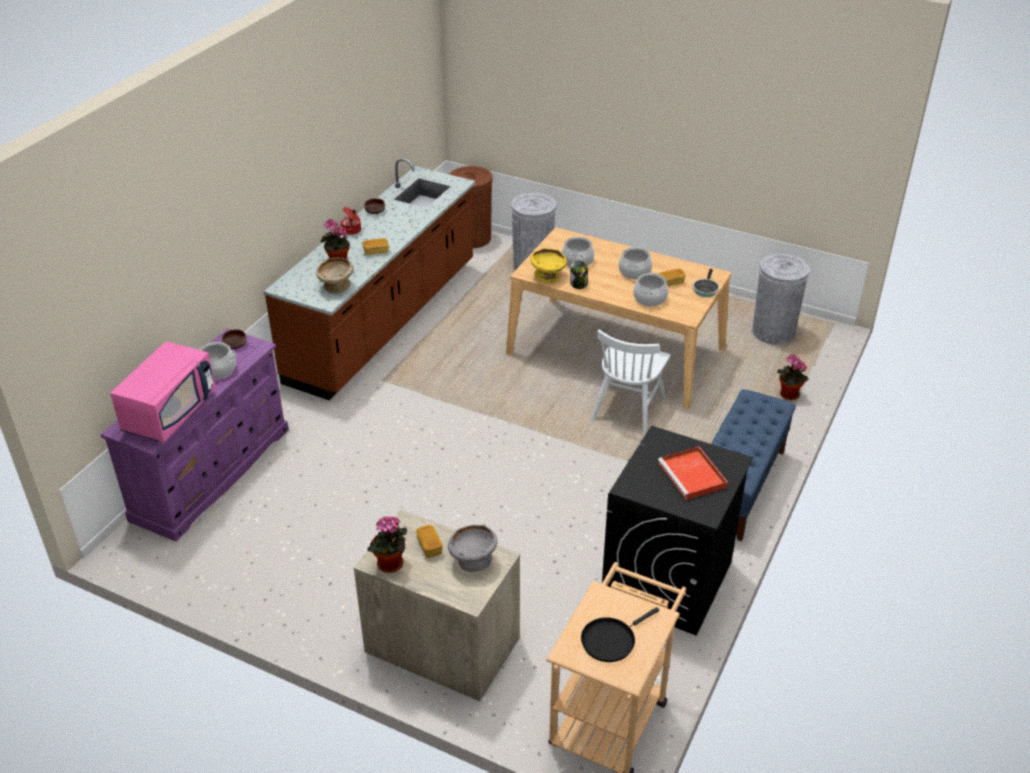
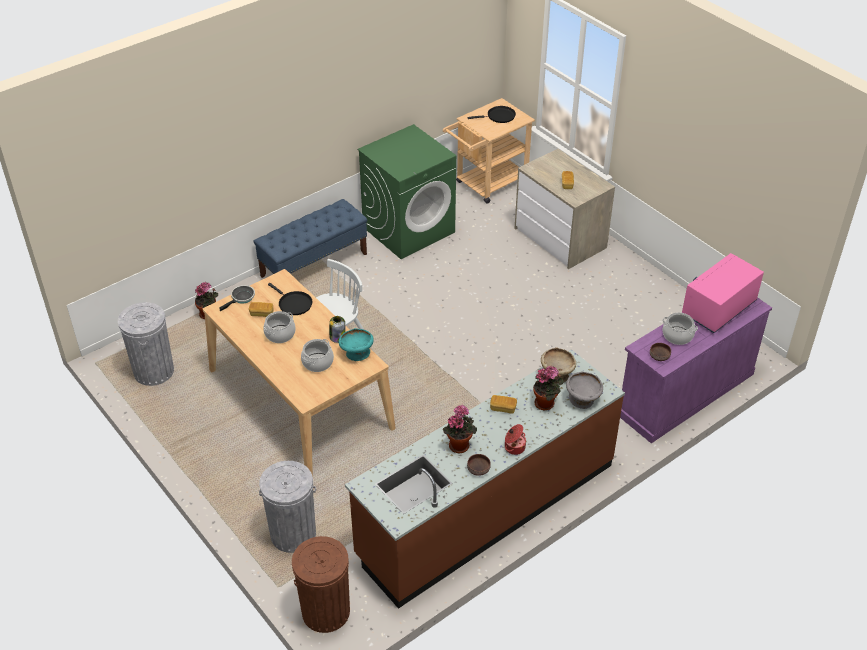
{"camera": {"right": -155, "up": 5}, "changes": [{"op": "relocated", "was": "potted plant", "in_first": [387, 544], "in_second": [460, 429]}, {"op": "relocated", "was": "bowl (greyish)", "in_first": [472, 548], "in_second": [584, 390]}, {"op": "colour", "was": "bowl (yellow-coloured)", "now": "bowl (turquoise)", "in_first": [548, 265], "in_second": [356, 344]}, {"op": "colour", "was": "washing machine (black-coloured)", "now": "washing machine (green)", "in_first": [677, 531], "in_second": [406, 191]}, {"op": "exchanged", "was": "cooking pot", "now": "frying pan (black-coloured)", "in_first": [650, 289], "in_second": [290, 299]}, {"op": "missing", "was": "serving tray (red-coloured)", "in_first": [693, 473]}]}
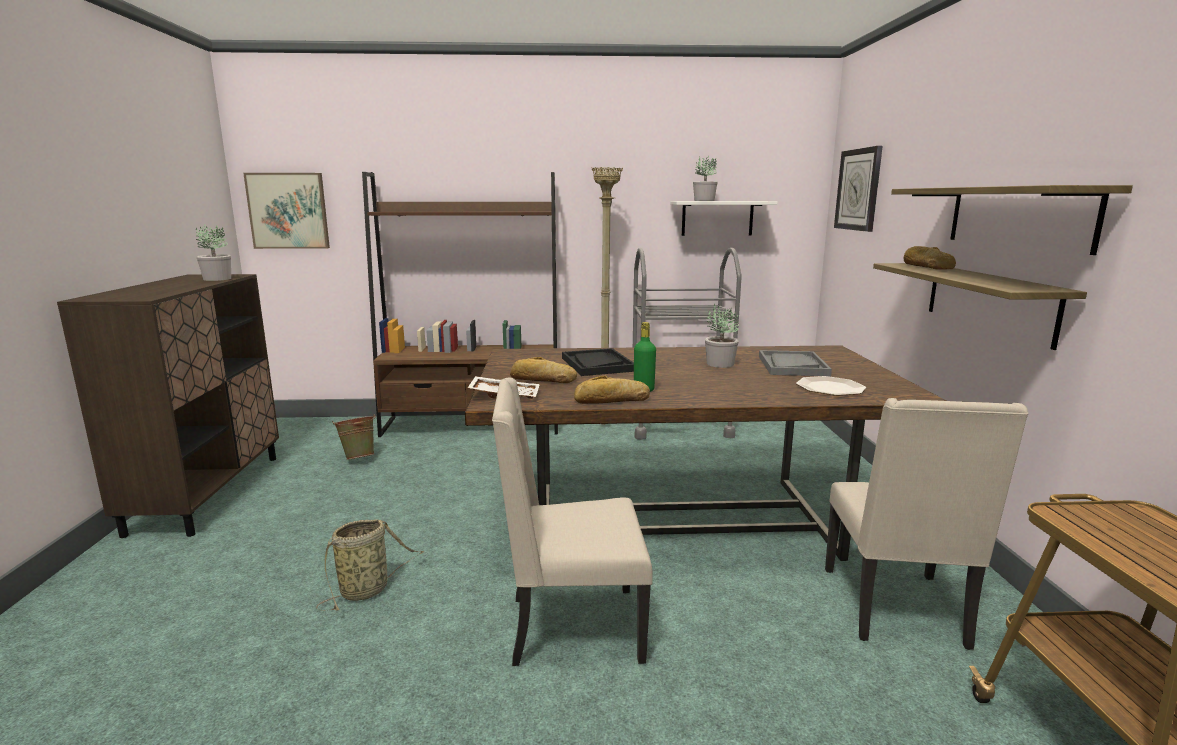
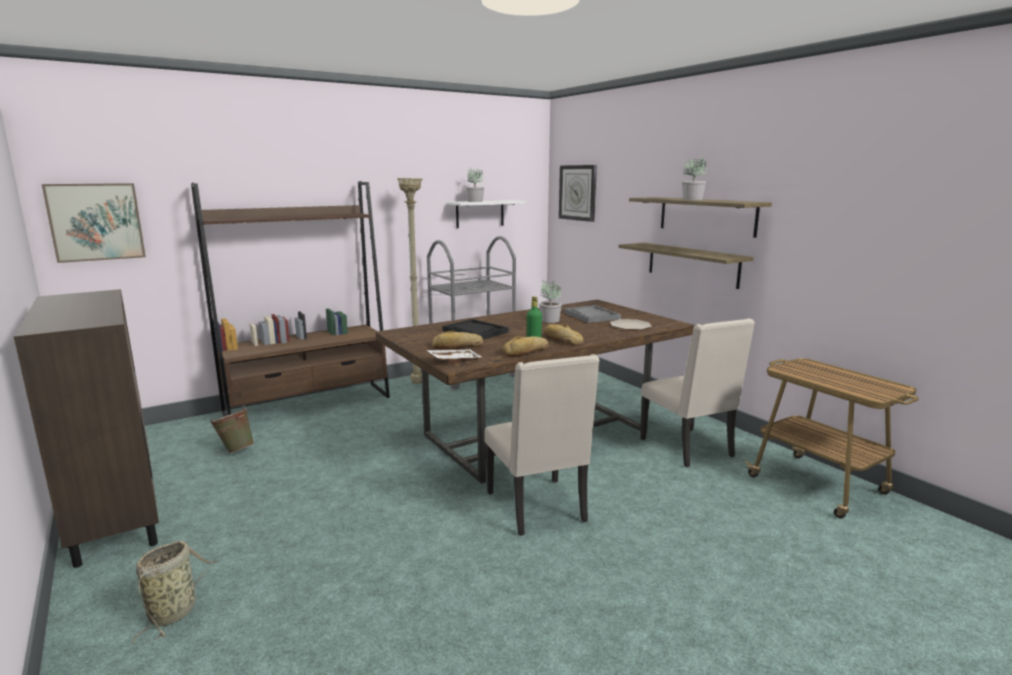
{"camera": {"right": -30, "up": 0}, "changes": [{"op": "relocated", "was": "potted plant", "in_first": [213, 253], "in_second": [694, 178]}, {"op": "relocated", "was": "storage basket", "in_first": [370, 565], "in_second": [175, 592]}, {"op": "spun", "was": "upright chair (sand-coloured)", "in_first": [572, 522], "in_second": [542, 445], "clockwise": -75}, {"op": "relocated", "was": "bakery bread", "in_first": [930, 258], "in_second": [564, 335]}]}
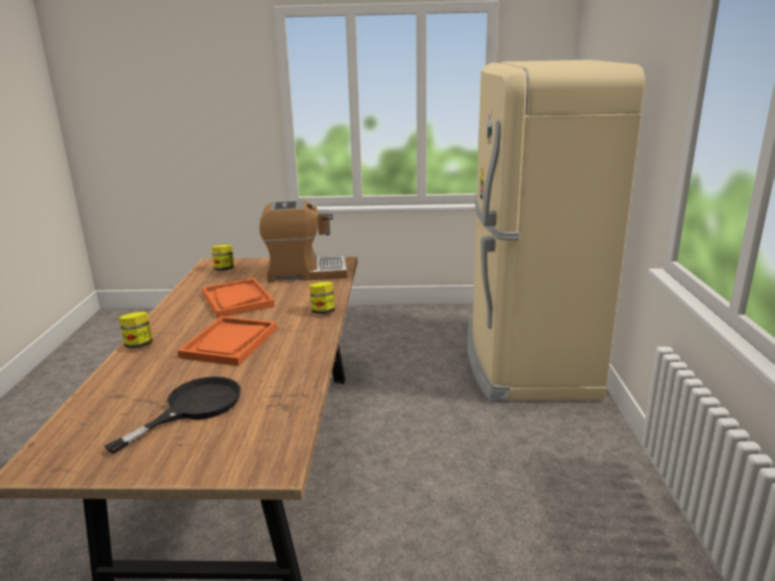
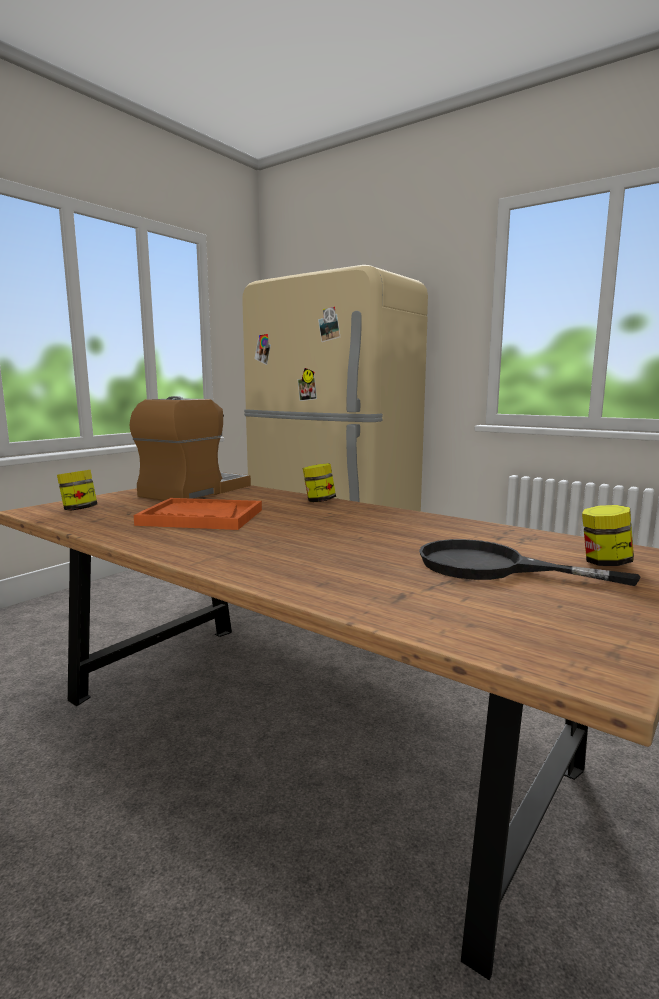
{"camera": {"right": -55, "up": -10}, "changes": [{"op": "spun", "was": "frying pan (black-coloured)", "in_first": [172, 415], "in_second": [530, 562], "clockwise": -45}, {"op": "relocated", "was": "jar", "in_first": [136, 330], "in_second": [608, 535]}, {"op": "missing", "was": "serving tray (orangey)", "in_first": [227, 341]}]}
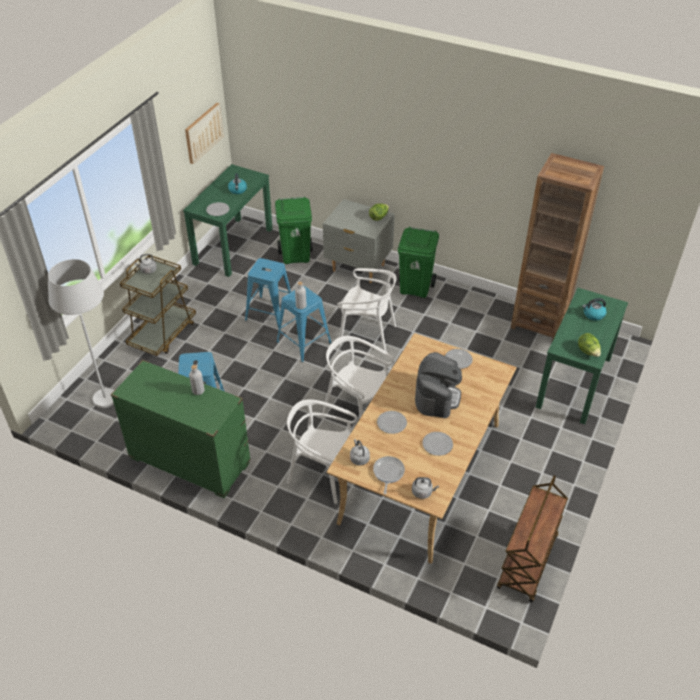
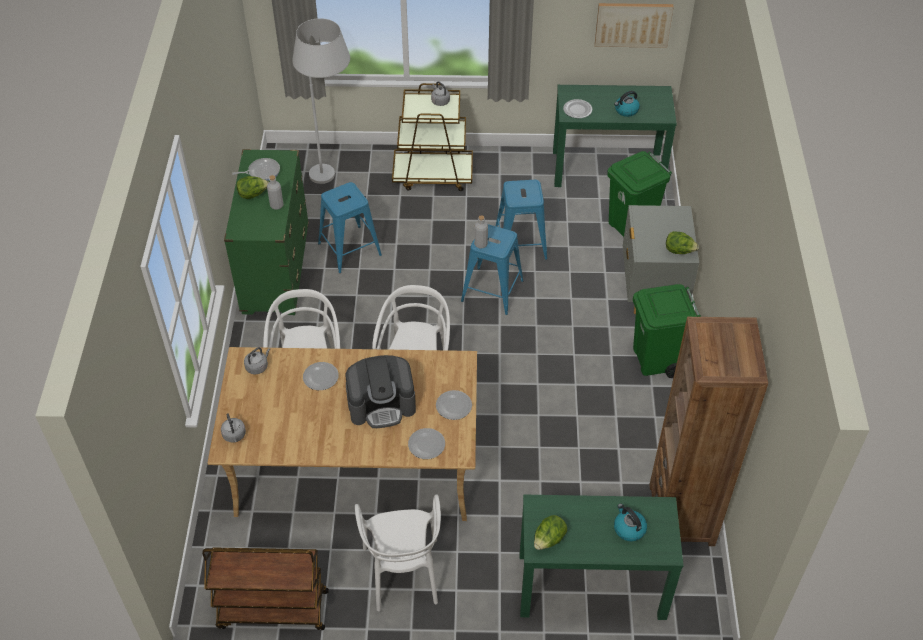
{"camera": {"right": 65, "up": 5}, "changes": [{"op": "relocated", "was": "upright chair (white)", "in_first": [366, 309], "in_second": [398, 553]}, {"op": "relocated", "was": "frying pan", "in_first": [389, 475], "in_second": [256, 169]}, {"op": "relocated", "was": "plate", "in_first": [438, 444], "in_second": [426, 443]}, {"op": "appeared", "now": "head of lettuce", "in_second": [252, 187]}]}
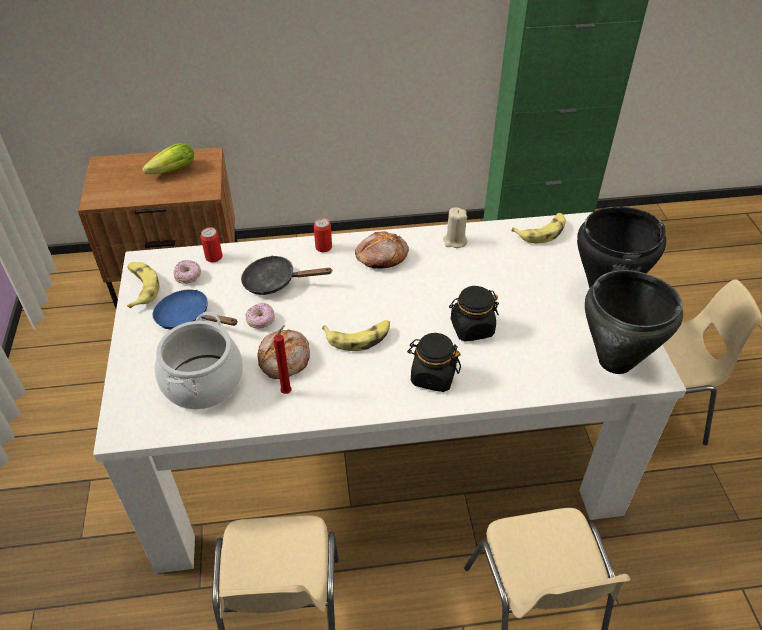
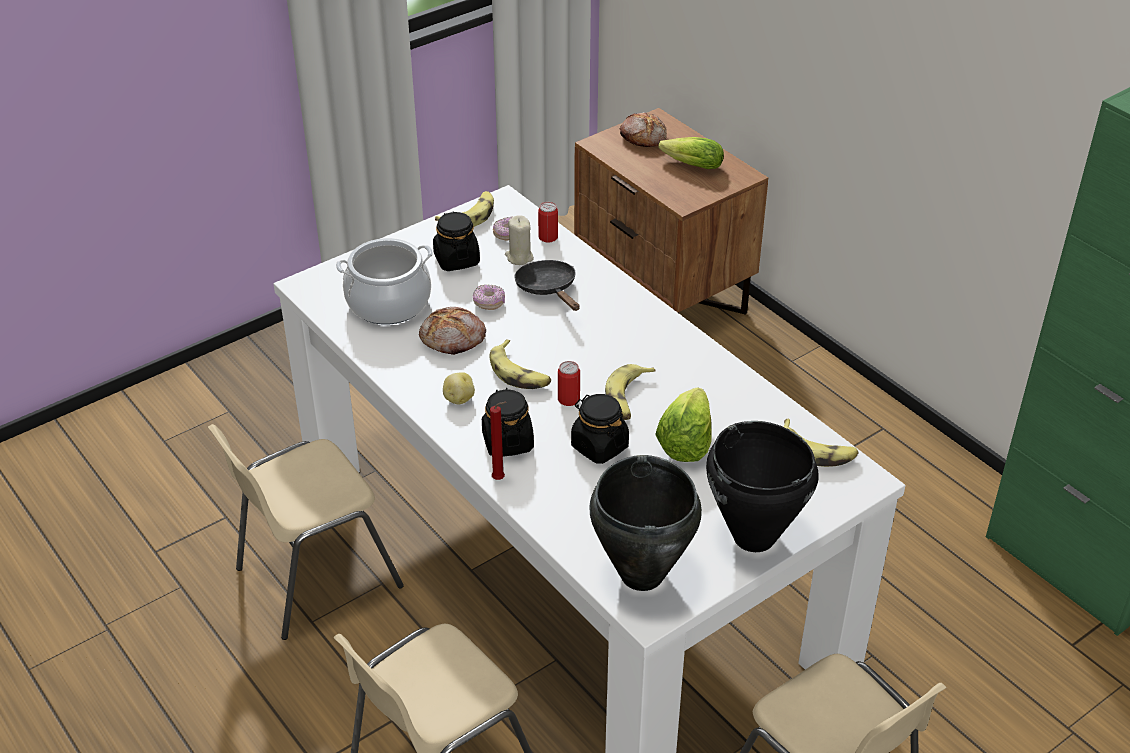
{"camera": {"right": 60, "up": -5}, "changes": [{"op": "exchanged", "was": "frying pan (blue-coloured)", "now": "jar (black-coloured)", "in_first": [195, 310], "in_second": [456, 241]}, {"op": "relocated", "was": "wax candle (red-coloured)", "in_first": [283, 359], "in_second": [498, 441]}, {"op": "relocated", "was": "sealed can", "in_first": [323, 235], "in_second": [569, 383]}, {"op": "relocated", "was": "bakery bread", "in_first": [382, 249], "in_second": [643, 129]}, {"op": "relocated", "was": "wax candle (sand-coloured)", "in_first": [455, 227], "in_second": [519, 240]}, {"op": "appeared", "now": "spud", "in_second": [459, 388]}, {"op": "appeared", "now": "whole banana", "in_second": [630, 392]}, {"op": "appeared", "now": "head of lettuce", "in_second": [683, 424]}]}
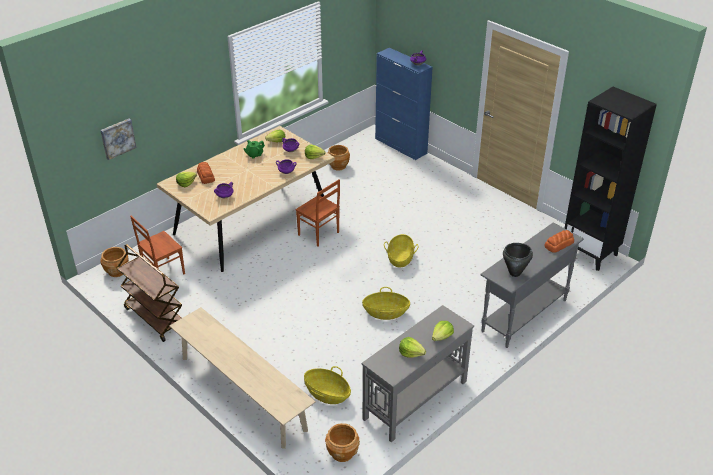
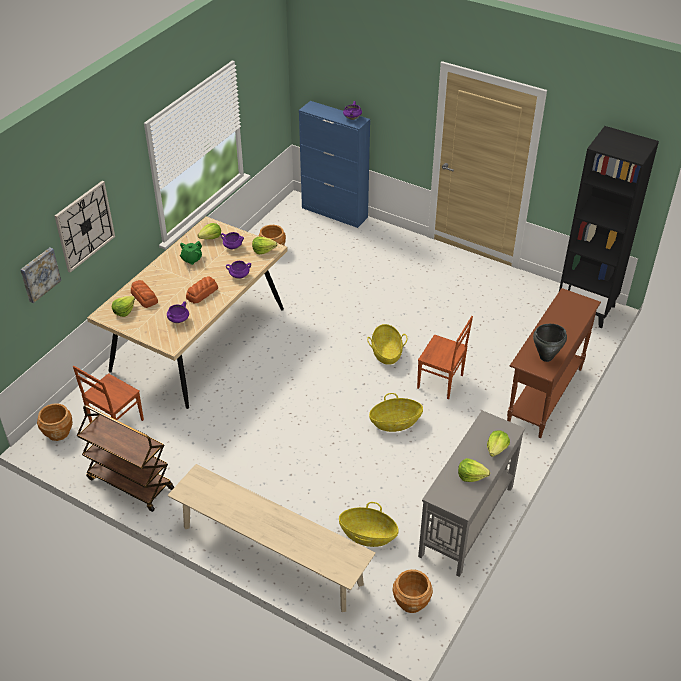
{"camera": {"right": -15, "up": 5}, "changes": [{"op": "relocated", "was": "upright chair (brown)", "in_first": [318, 213], "in_second": [445, 357]}, {"op": "colour", "was": "narrow table (greyish)", "now": "narrow table (brown)", "in_first": [532, 285], "in_second": [554, 363]}, {"op": "relocated", "was": "bakery bread", "in_first": [559, 241], "in_second": [202, 289]}, {"op": "appeared", "now": "clock on the wall", "in_second": [85, 226]}]}
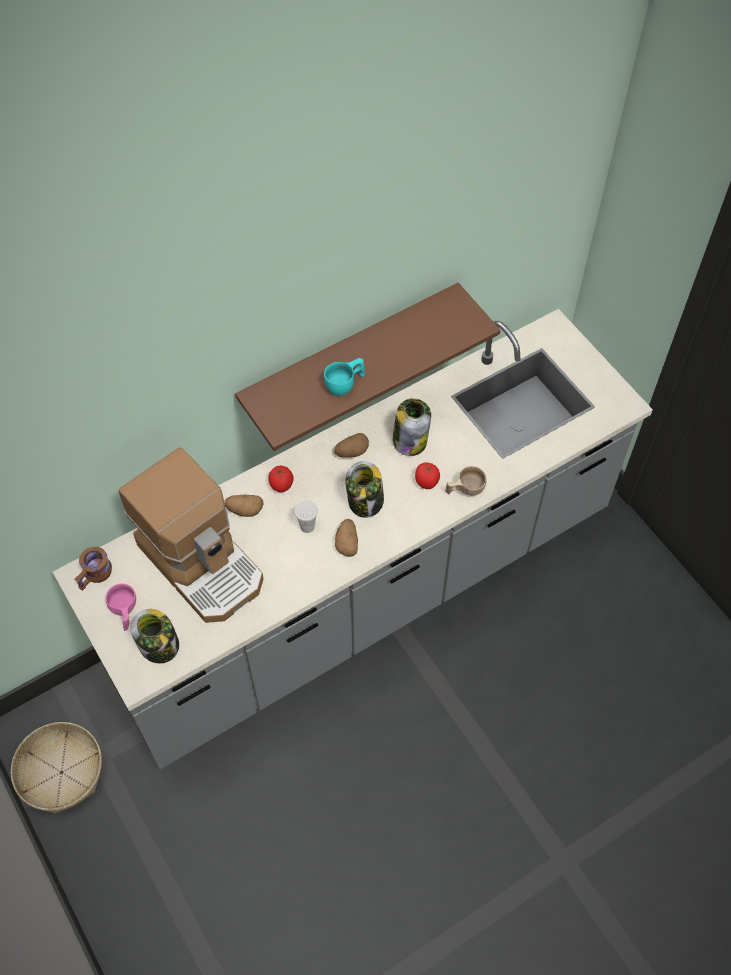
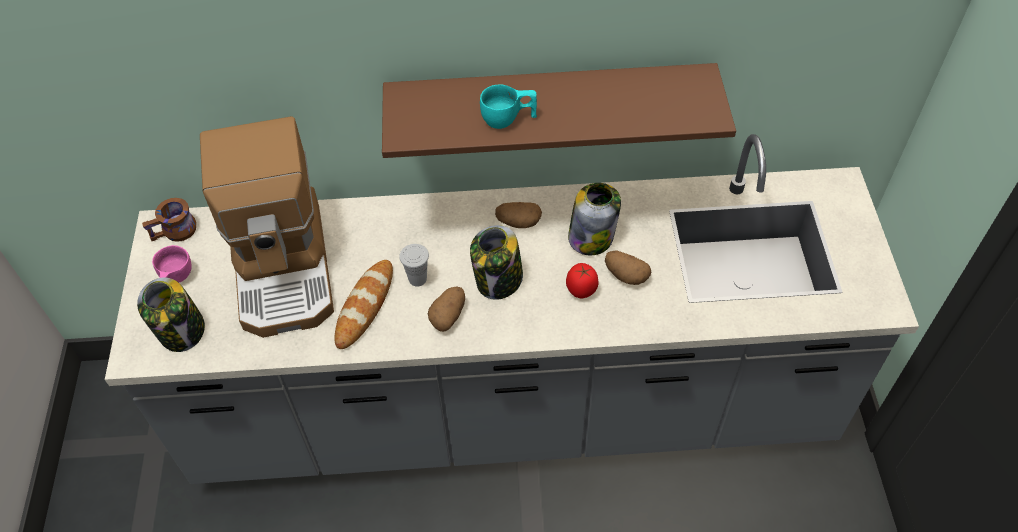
{"camera": {"right": 30, "up": -5}, "changes": [{"op": "missing", "was": "storage basket", "in_first": [56, 768]}, {"op": "relocated", "was": "spud", "in_first": [244, 506], "in_second": [628, 268]}, {"op": "missing", "was": "tomato", "in_first": [281, 479]}, {"op": "missing", "was": "drinking cup (sand-coloured)", "in_first": [466, 481]}, {"op": "appeared", "now": "bakery bread", "in_second": [363, 304]}]}
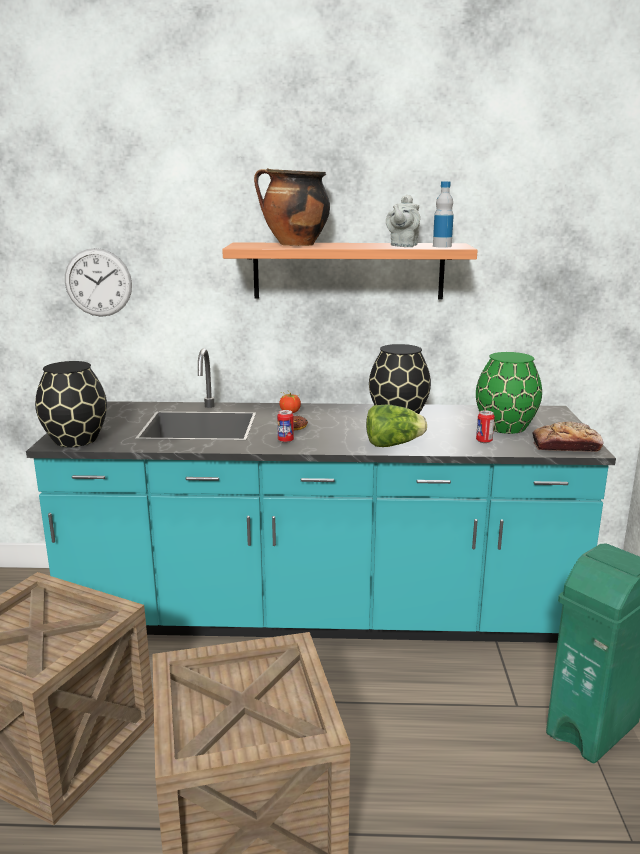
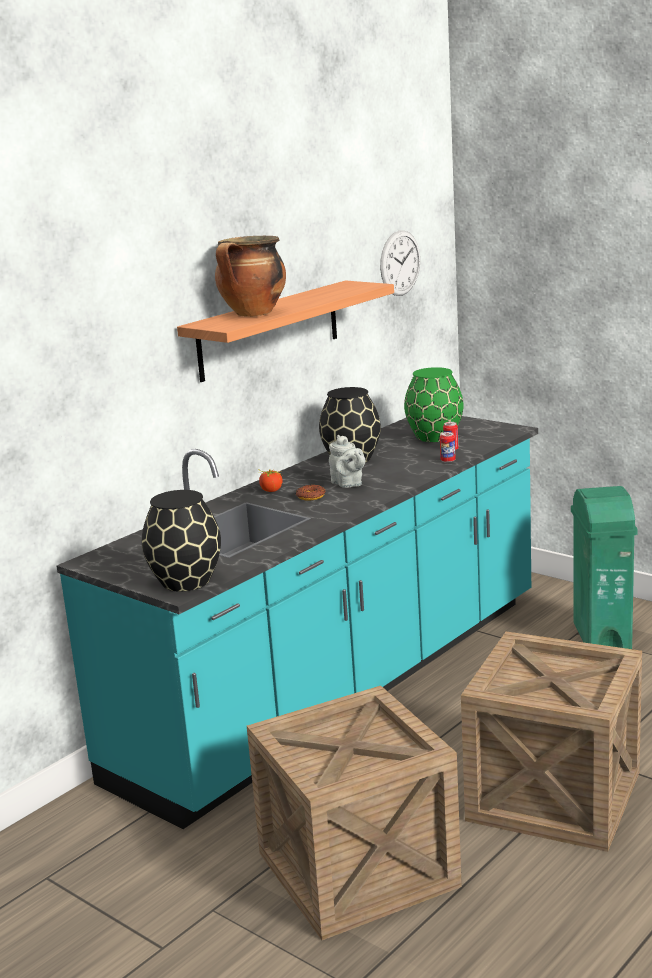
{"camera": {"right": -50, "up": 0}, "changes": [{"op": "relocated", "was": "clock on the wall", "in_first": [98, 282], "in_second": [400, 263]}, {"op": "relocated", "was": "sealed can", "in_first": [285, 426], "in_second": [448, 447]}, {"op": "missing", "was": "head of lettuce", "in_first": [396, 425]}, {"op": "relocated", "was": "pot for tea (greyish)", "in_first": [403, 220], "in_second": [347, 461]}, {"op": "missing", "was": "drink bottle", "in_first": [443, 214]}, {"op": "missing", "was": "bakery bread", "in_first": [568, 437]}]}
